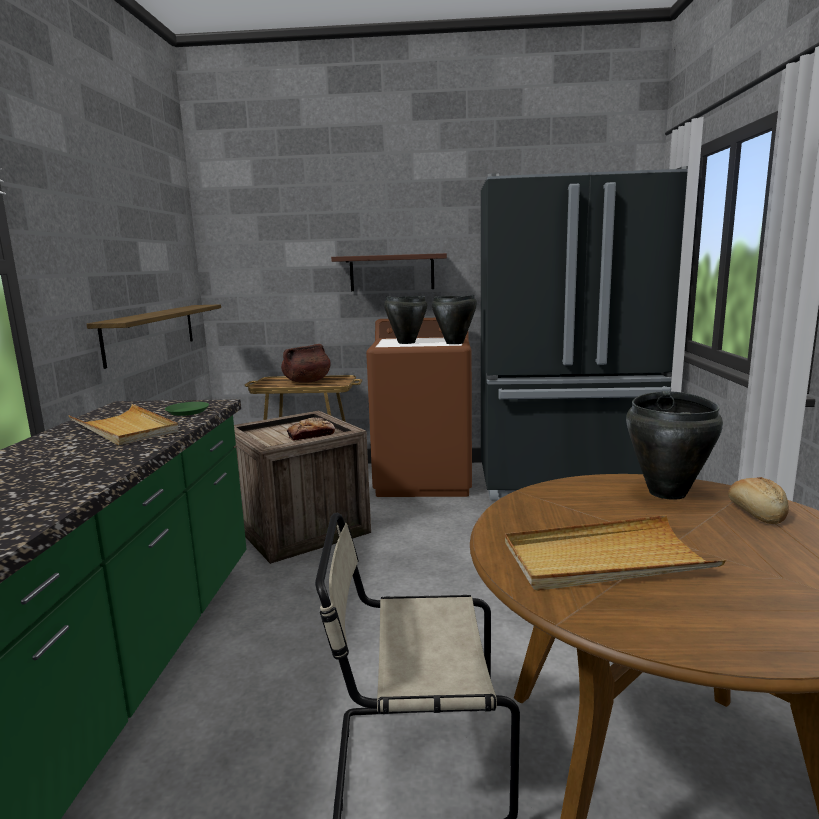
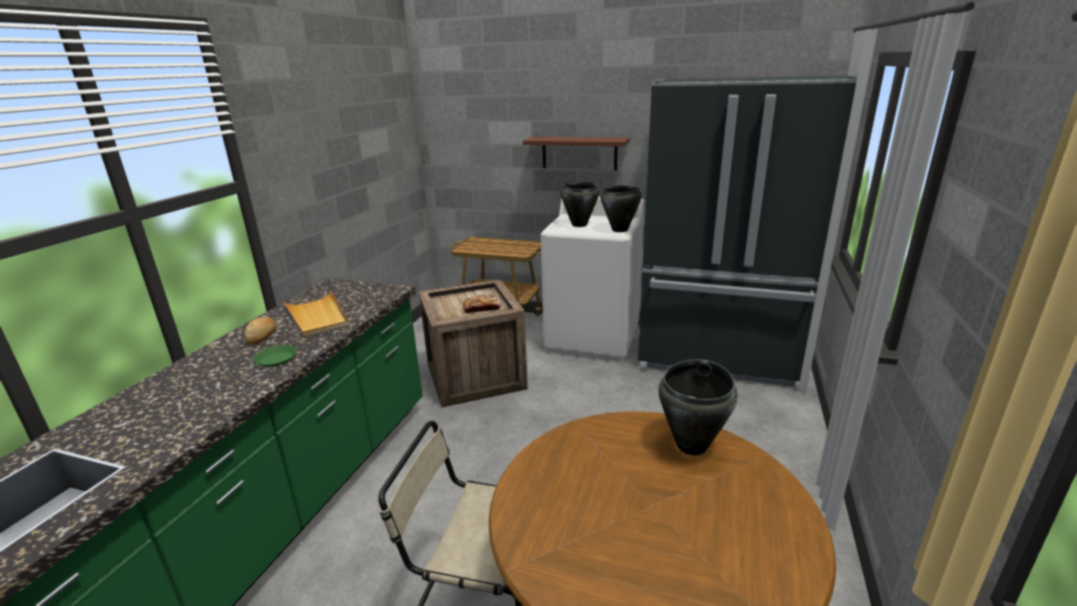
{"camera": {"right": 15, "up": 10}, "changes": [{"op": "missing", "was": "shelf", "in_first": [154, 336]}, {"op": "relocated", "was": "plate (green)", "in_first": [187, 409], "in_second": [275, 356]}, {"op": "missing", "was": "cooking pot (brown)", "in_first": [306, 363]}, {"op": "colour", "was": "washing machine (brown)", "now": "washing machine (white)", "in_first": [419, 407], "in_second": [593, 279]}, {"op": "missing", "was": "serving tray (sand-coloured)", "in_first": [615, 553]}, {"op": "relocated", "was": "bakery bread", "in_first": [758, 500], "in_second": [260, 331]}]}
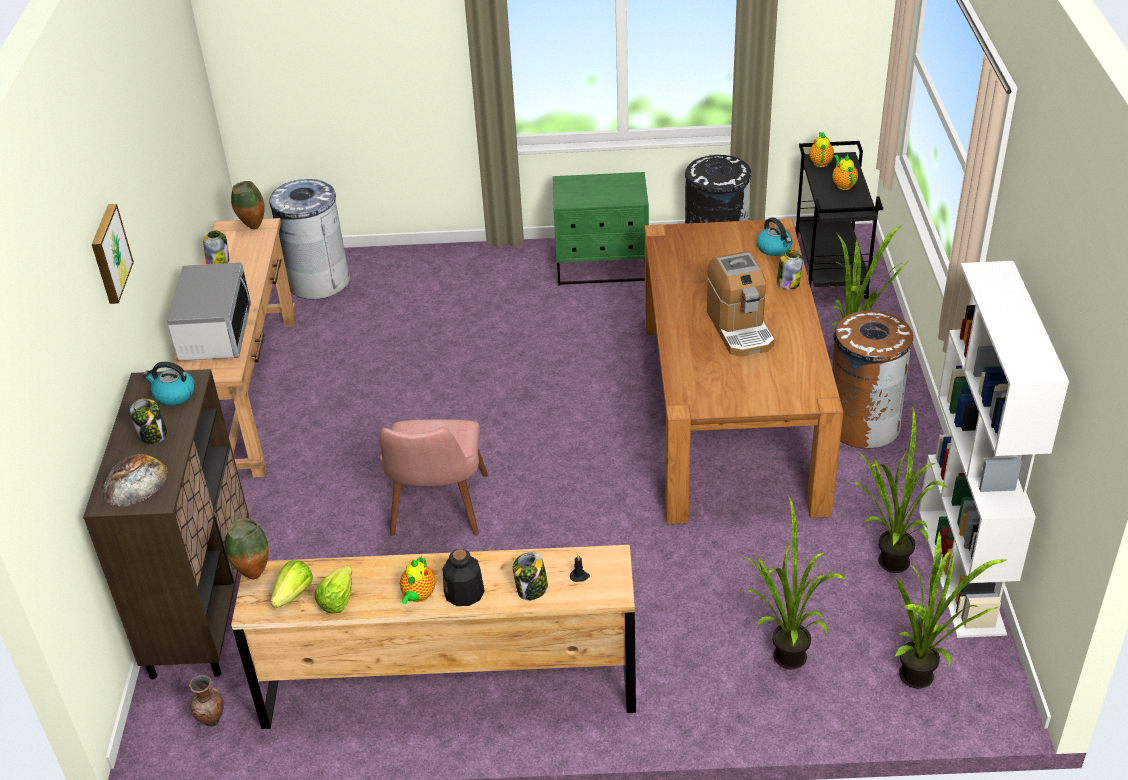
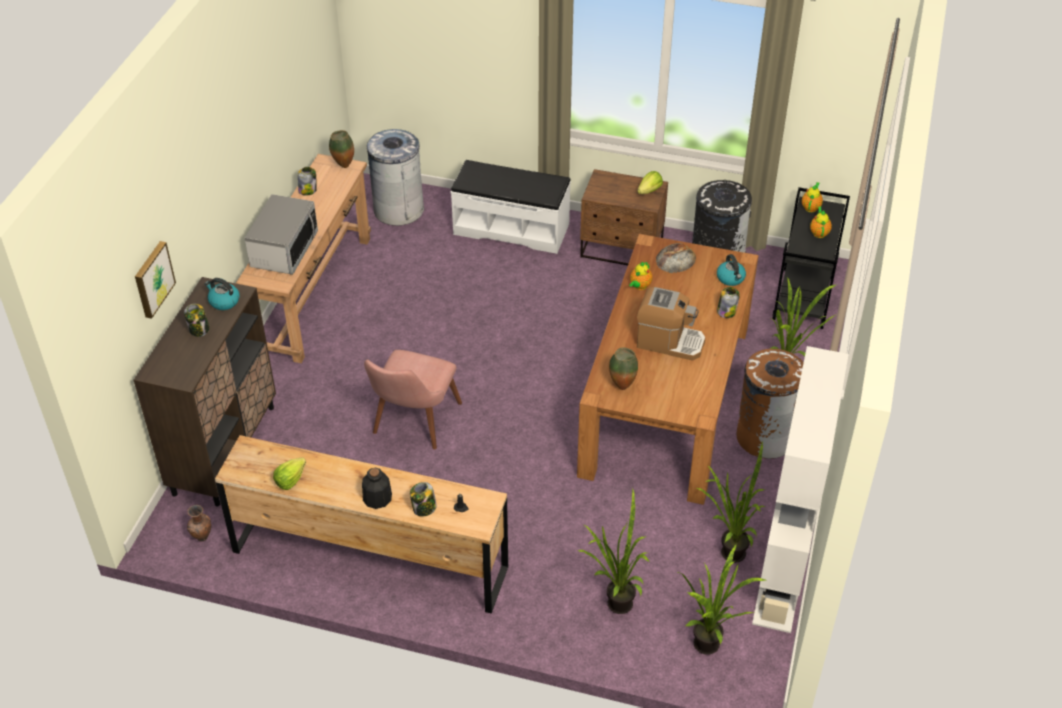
{"camera": {"right": 15, "up": 5}, "changes": [{"op": "relocated", "was": "wall art", "in_first": [113, 254], "in_second": [155, 280]}, {"op": "relocated", "was": "bakery bread", "in_first": [135, 480], "in_second": [676, 258]}, {"op": "relocated", "was": "flower vase", "in_first": [247, 548], "in_second": [623, 368]}, {"op": "relocated", "was": "head of lettuce", "in_first": [292, 584], "in_second": [650, 182]}, {"op": "relocated", "was": "pot for tea", "in_first": [417, 579], "in_second": [640, 275]}, {"op": "colour", "was": "night table (green)", "now": "night table (brown)", "in_first": [601, 228], "in_second": [624, 217]}, {"op": "spun", "was": "coffee machine", "in_first": [740, 304], "in_second": [671, 324], "clockwise": -75}, {"op": "appeared", "now": "bench (white)", "in_second": [511, 207]}]}
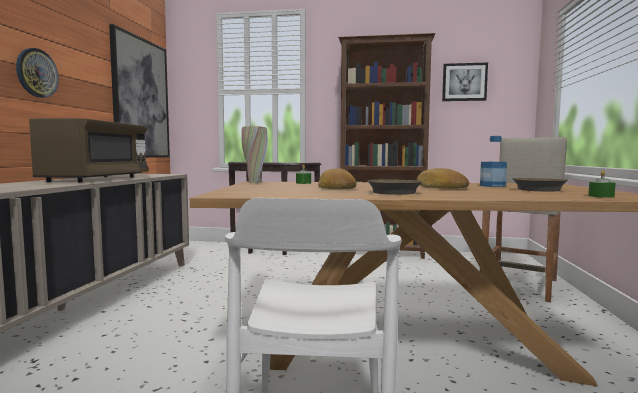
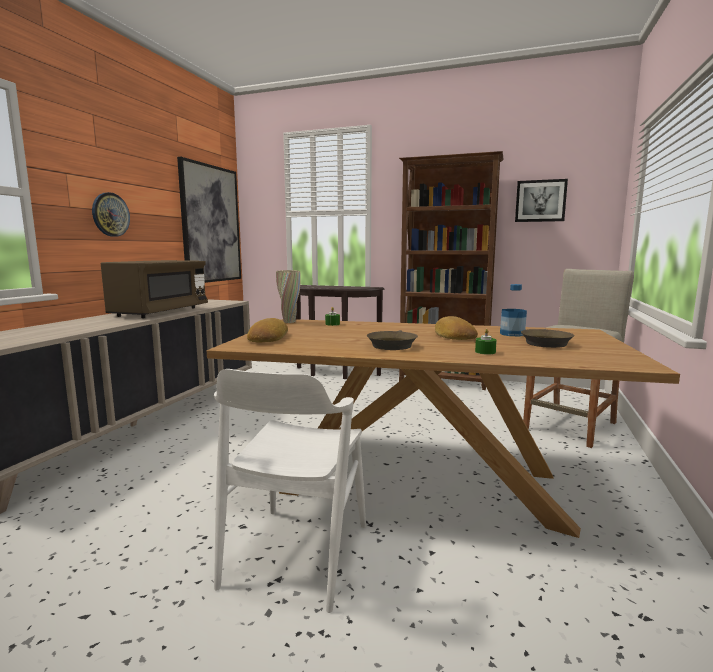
{"camera": {"right": 10, "up": 5}, "changes": [{"op": "relocated", "was": "bakery bread", "in_first": [337, 178], "in_second": [267, 330]}, {"op": "relocated", "was": "wax candle (green)", "in_first": [602, 184], "in_second": [486, 342]}]}
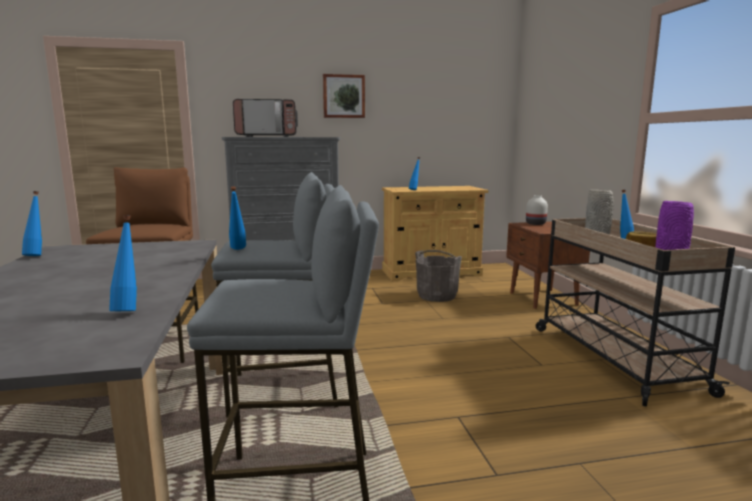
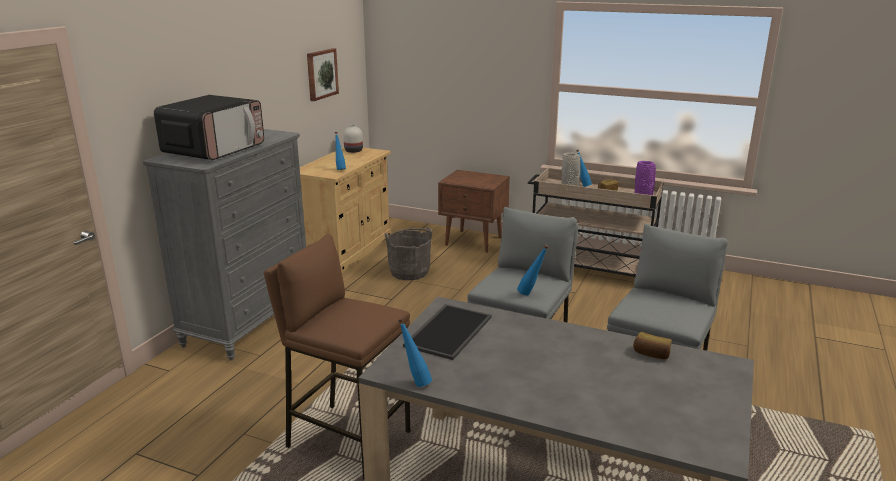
{"camera": {"right": -55, "up": 10}, "changes": [{"op": "exchanged", "was": "drink bottle (blue-coloured)", "now": "bakery bread", "in_first": [123, 263], "in_second": [652, 345]}, {"op": "relocated", "was": "wall art", "in_first": [344, 96], "in_second": [323, 74]}, {"op": "relocated", "was": "flower vase (white)", "in_first": [537, 210], "in_second": [353, 138]}, {"op": "appeared", "now": "serving tray", "in_second": [447, 332]}]}
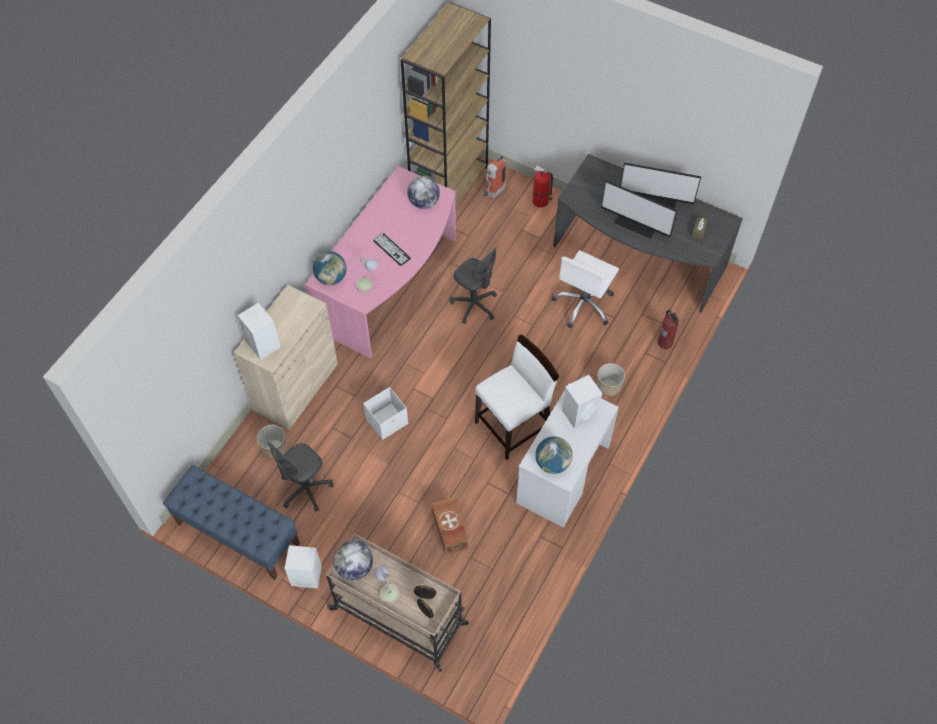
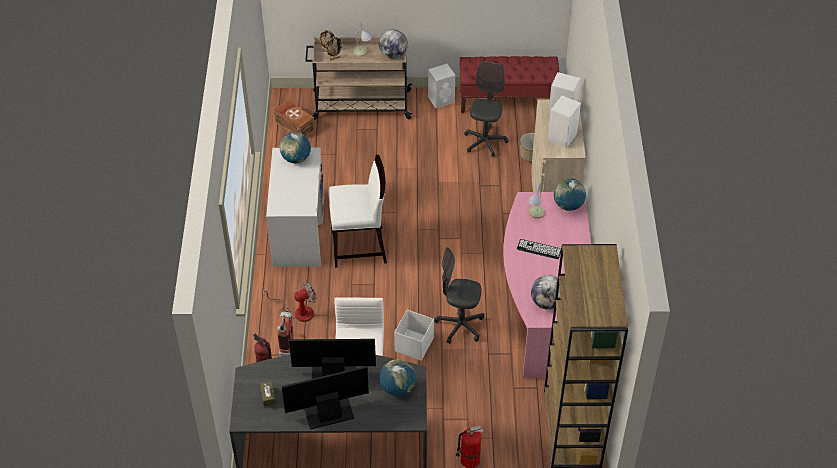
{"camera": {"right": 150, "up": -10}, "changes": [{"op": "colour", "was": "bench (blue-coloured)", "now": "bench (red-coloured)", "in_first": [231, 522], "in_second": [509, 84]}, {"op": "relocated", "was": "storage container (white)", "in_first": [385, 413], "in_second": [414, 335]}, {"op": "relocated", "was": "storage container (brown)", "in_first": [450, 525], "in_second": [294, 118]}, {"op": "spun", "was": "upright chair (white)", "in_first": [517, 397], "in_second": [358, 211], "clockwise": -120}, {"op": "relocated", "was": "fire extinguisher", "in_first": [494, 176], "in_second": [286, 333]}, {"op": "relocated", "was": "audio speaker (white)", "in_first": [582, 402], "in_second": [564, 122]}, {"op": "exchanged", "was": "planter", "now": "electric fan", "in_first": [611, 379], "in_second": [289, 301]}, {"op": "appeared", "now": "world globe", "in_second": [398, 377]}]}
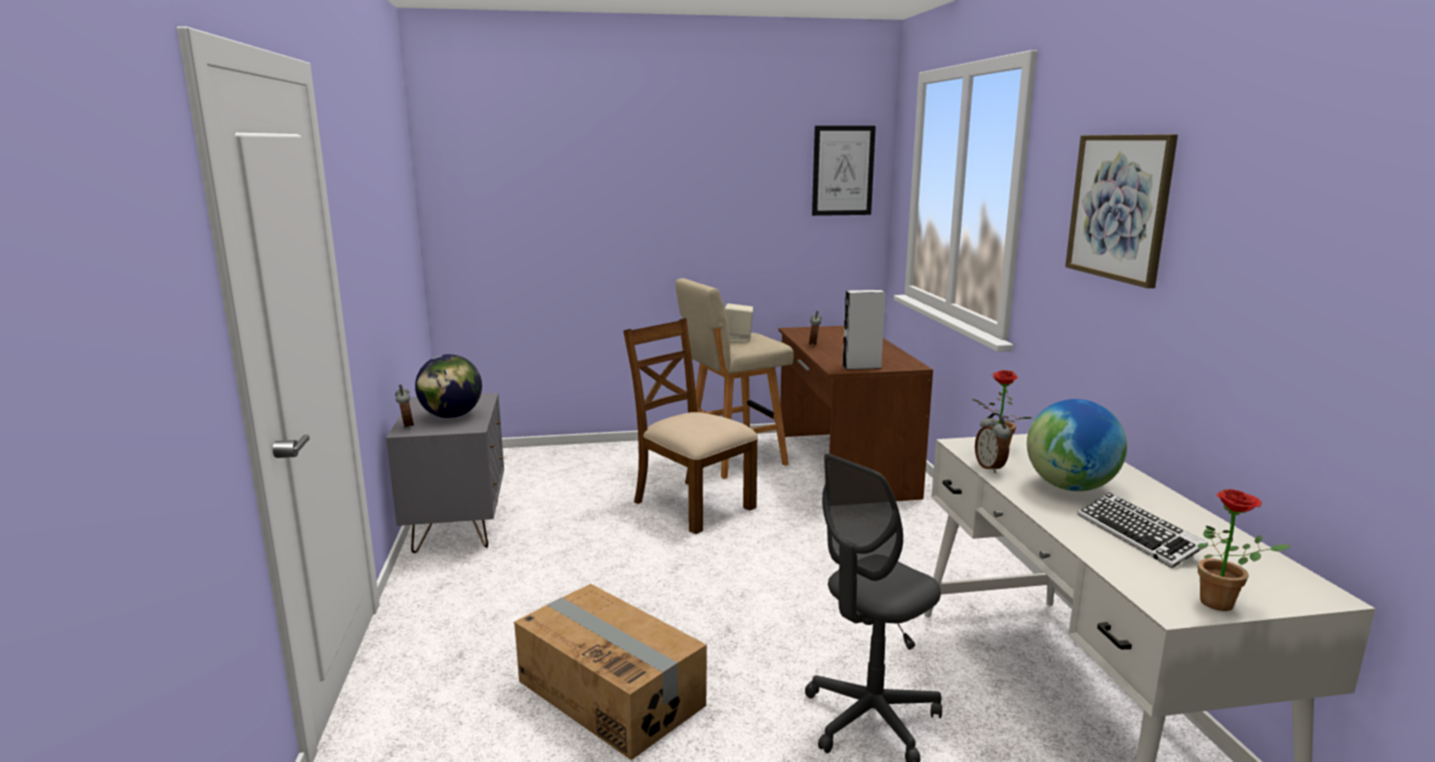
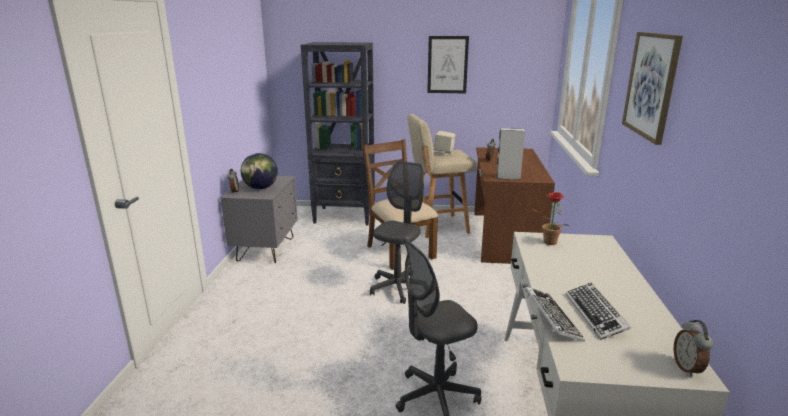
{"camera": {"right": 15, "up": 5}, "changes": [{"op": "missing", "was": "packing box", "in_first": [610, 672]}, {"op": "relocated", "was": "wall art", "in_first": [844, 171], "in_second": [448, 64]}, {"op": "relocated", "was": "bedside clock", "in_first": [993, 443], "in_second": [693, 348]}, {"op": "missing", "was": "world globe", "in_first": [1077, 445]}, {"op": "missing", "was": "potted plant", "in_first": [1244, 550]}, {"op": "appeared", "now": "bookshelf (black-coloured)", "in_second": [337, 134]}, {"op": "appeared", "now": "desk chair (greyish)", "in_second": [397, 232]}, {"op": "appeared", "now": "keyboard", "in_second": [555, 314]}]}
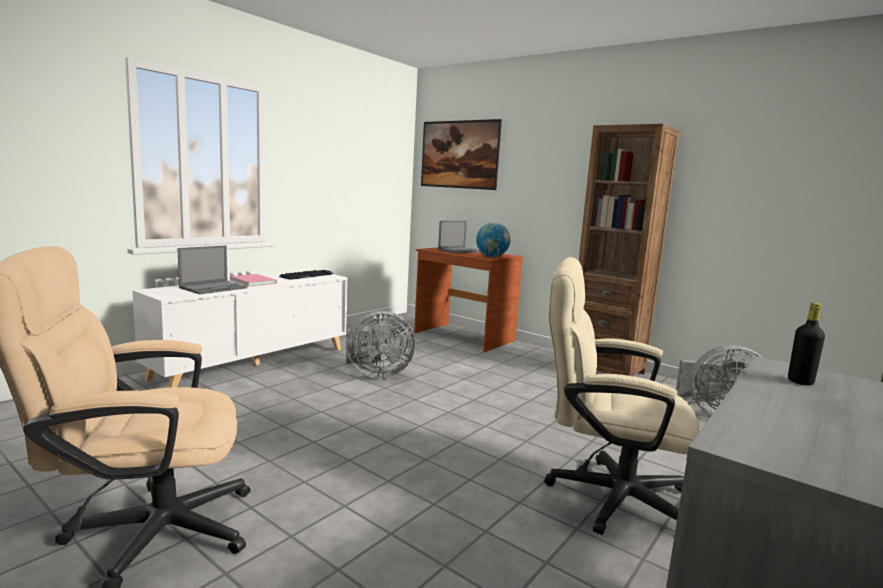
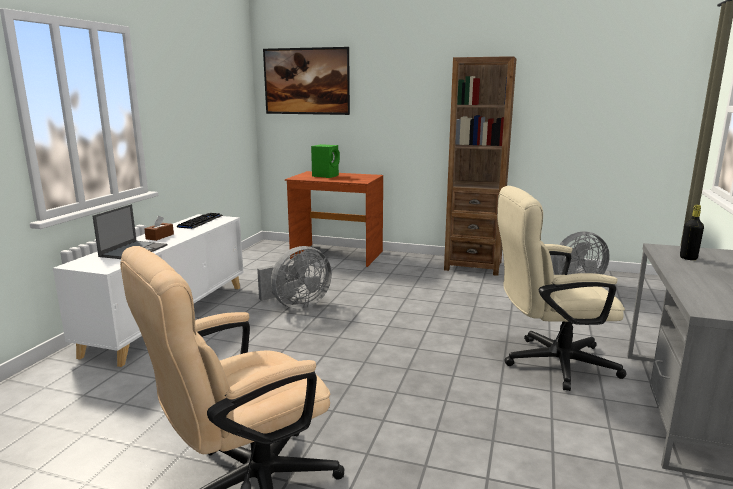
{"camera": {"right": -20, "up": 5}, "changes": [{"op": "exchanged", "was": "bound book (pinkish)", "now": "tissue holder (brown)", "in_first": [253, 280], "in_second": [159, 228]}, {"op": "exchanged", "was": "portable computer", "now": "audio speaker (green)", "in_first": [459, 237], "in_second": [325, 161]}, {"op": "missing", "was": "world globe", "in_first": [493, 240]}]}
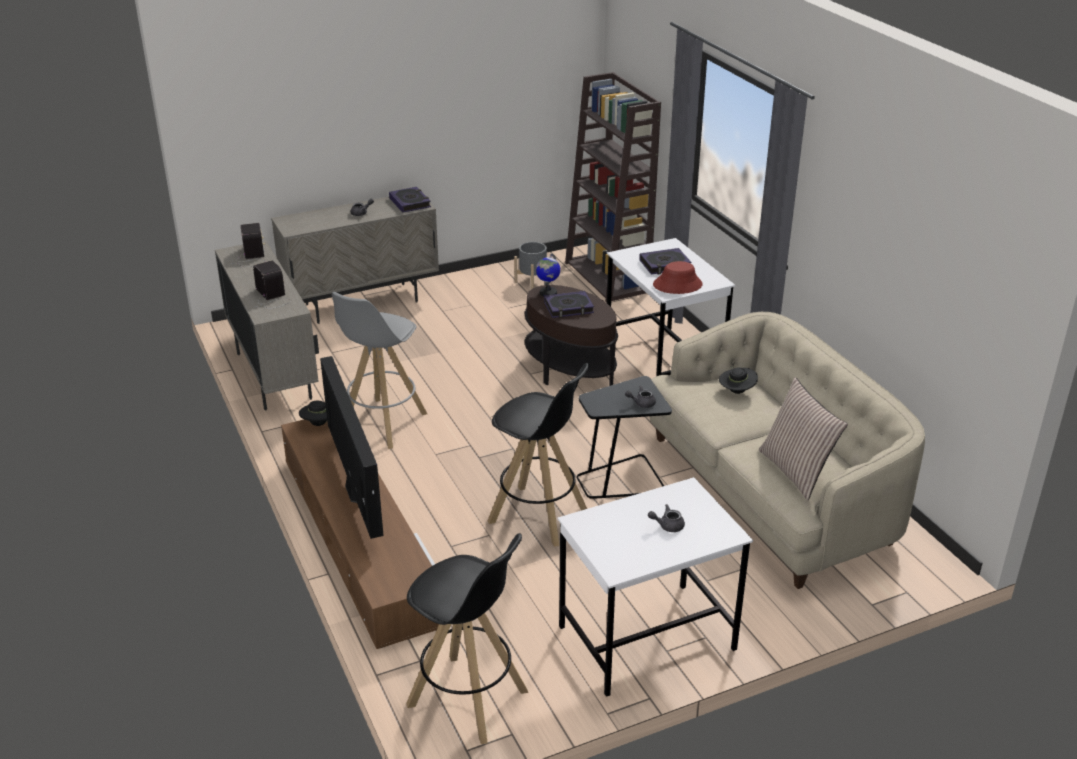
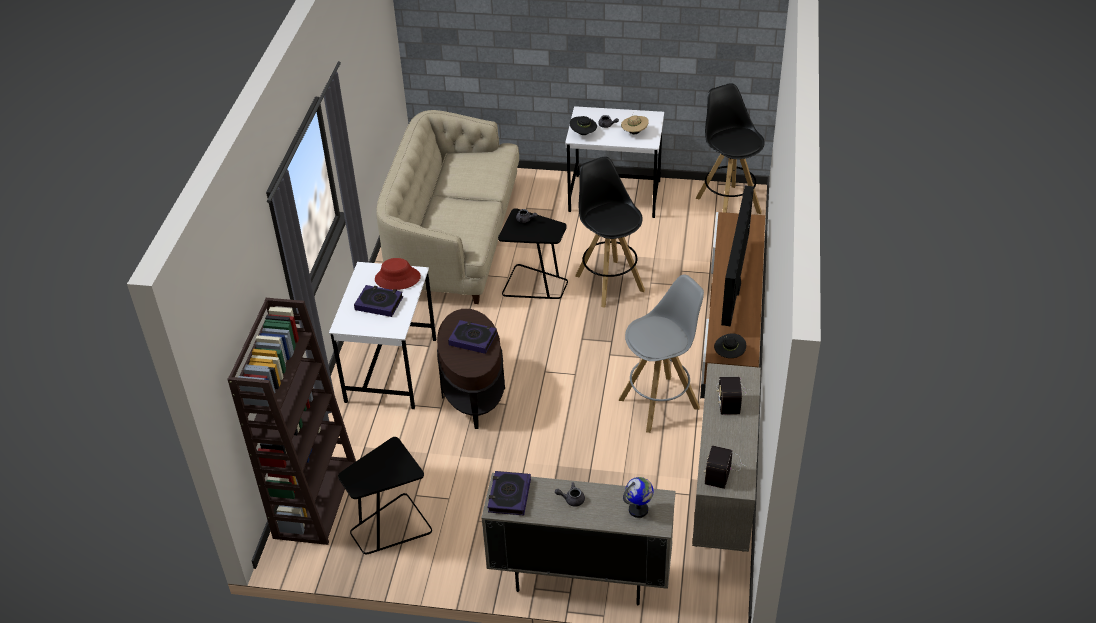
{"camera": {"right": -145, "up": 10}, "changes": [{"op": "exchanged", "was": "planter (greyish)", "now": "accent table (black-coloured)", "in_first": [533, 265], "in_second": [385, 495]}, {"op": "relocated", "was": "world globe", "in_first": [548, 275], "in_second": [638, 497]}, {"op": "relocated", "was": "wearable hat (black-coloured)", "in_first": [738, 379], "in_second": [583, 125]}, {"op": "missing", "was": "throw pillow", "in_first": [803, 438]}, {"op": "appeared", "now": "wearable hat (sand-coloured)", "in_second": [635, 123]}]}
